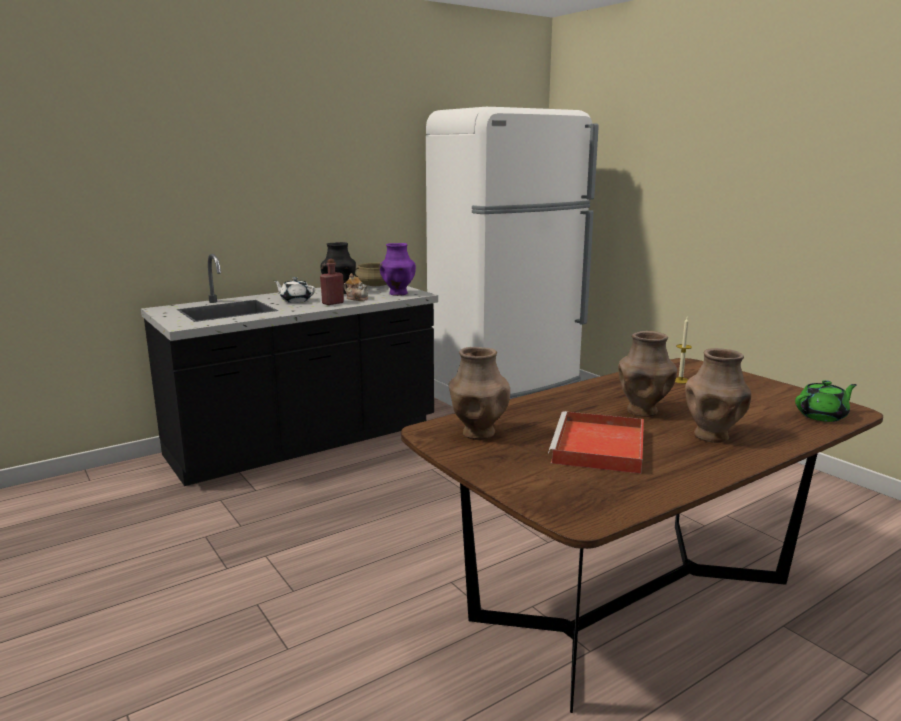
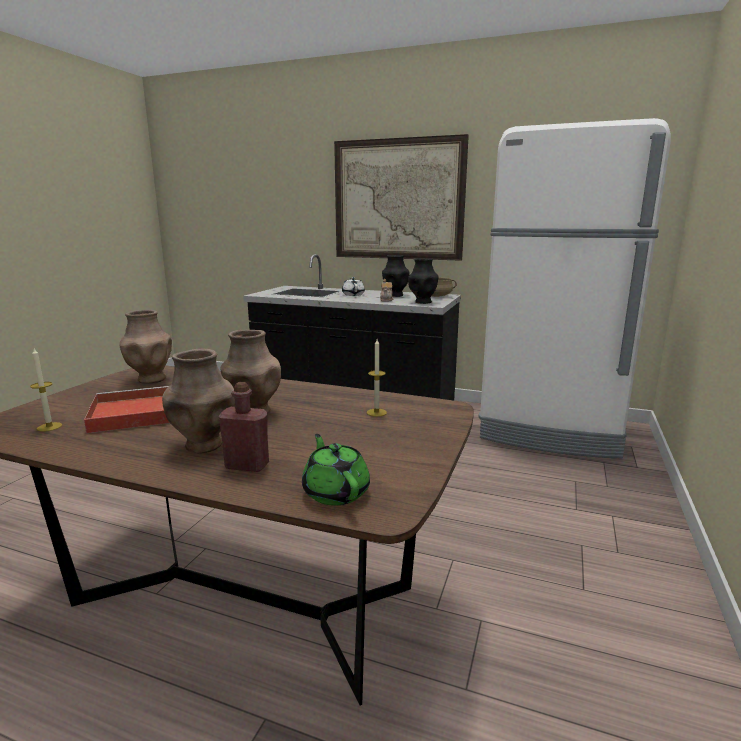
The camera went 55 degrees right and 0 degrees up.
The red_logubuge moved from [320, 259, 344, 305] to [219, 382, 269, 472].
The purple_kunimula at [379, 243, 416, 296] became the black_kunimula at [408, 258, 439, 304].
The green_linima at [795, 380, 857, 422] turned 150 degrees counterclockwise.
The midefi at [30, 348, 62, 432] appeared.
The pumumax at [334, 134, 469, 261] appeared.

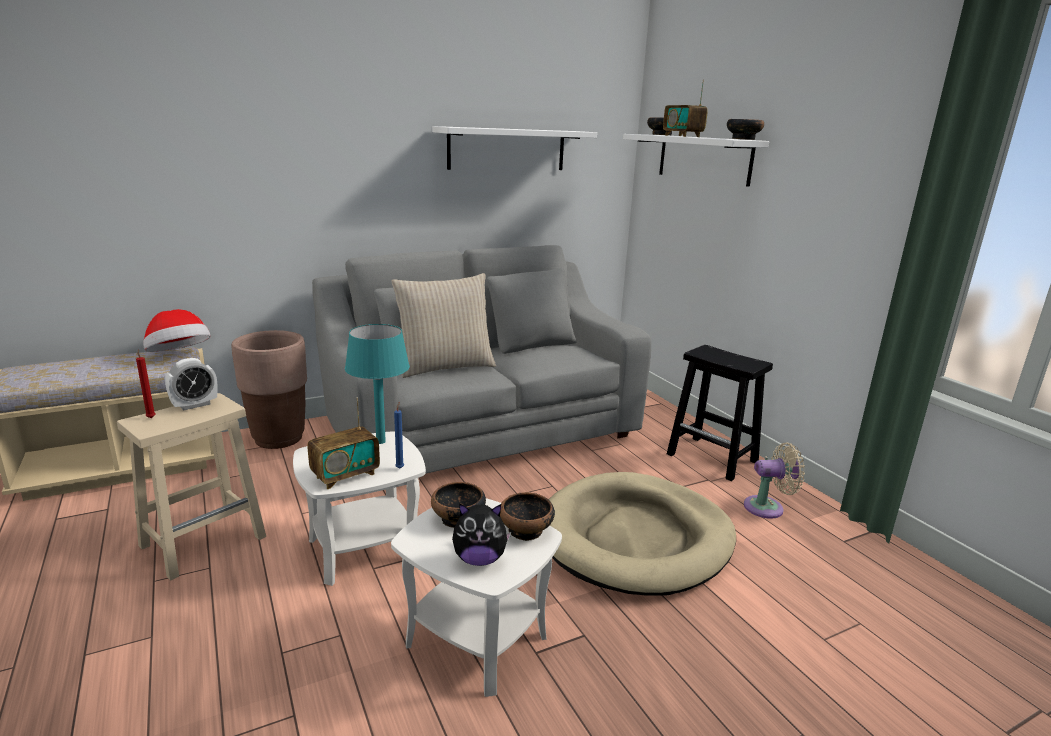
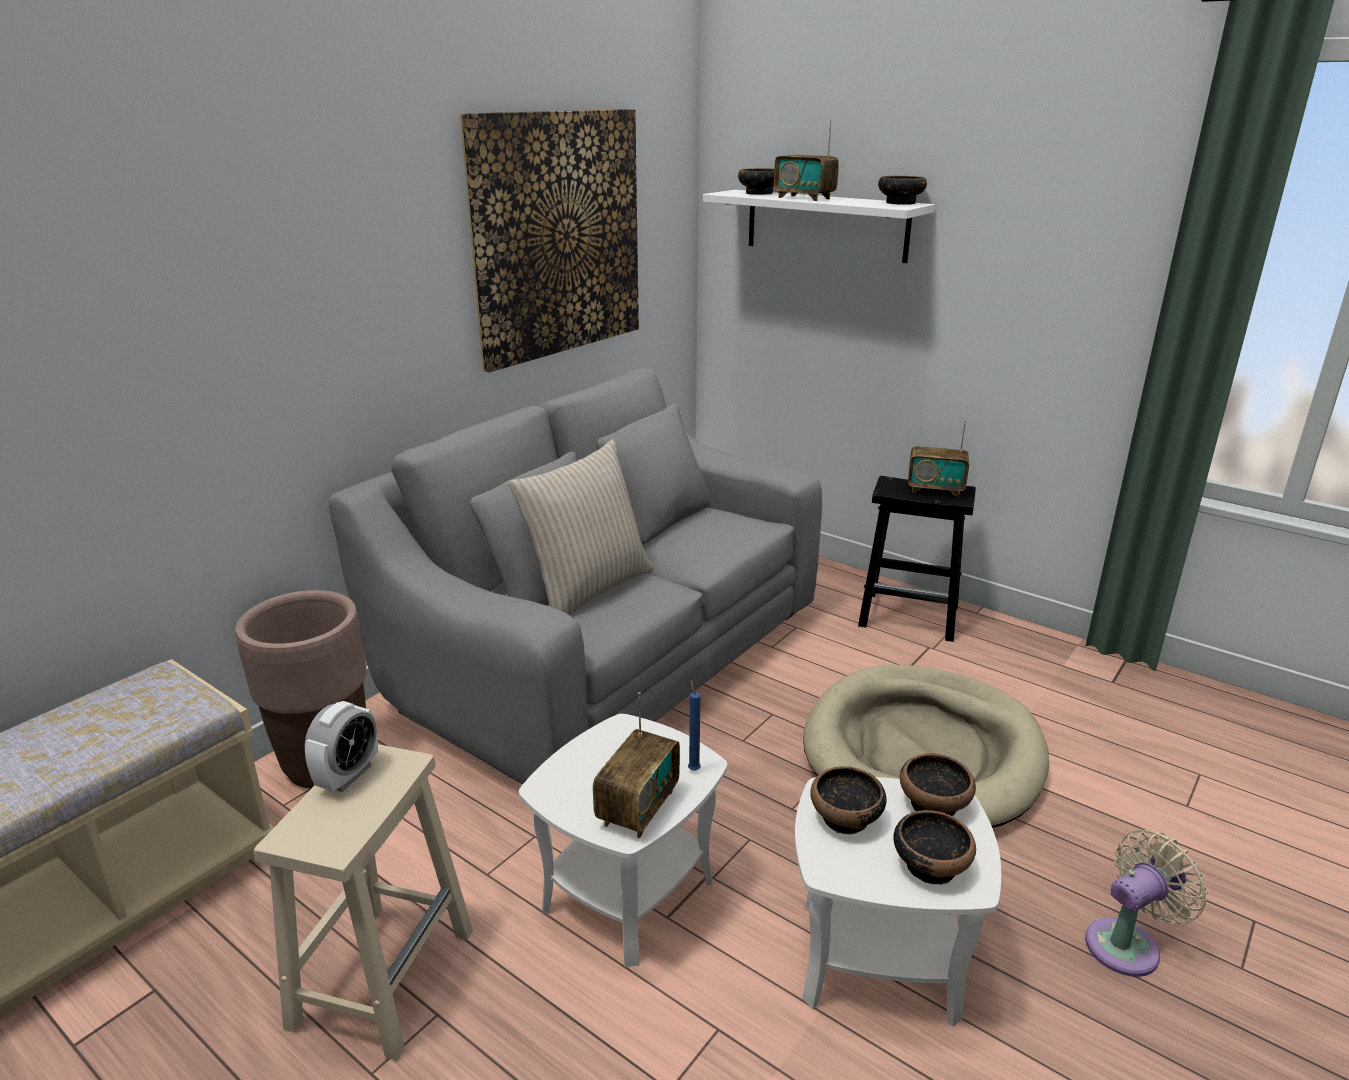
The camera went 25 degrees left and 5 degrees up.
The red_midefi at [136, 349, 155, 418] disappeared.
The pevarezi at [143, 309, 211, 352] disappeared.
The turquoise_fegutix at [345, 324, 410, 444] disappeared.
The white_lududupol at [432, 126, 597, 170] was replaced by the pumumax at [460, 109, 639, 372].
The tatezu at [452, 503, 512, 566] was replaced by the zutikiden at [894, 810, 976, 885].
The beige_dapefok moved from [744, 443, 805, 519] to [1085, 829, 1207, 977].
The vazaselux at [908, 420, 969, 497] appeared.

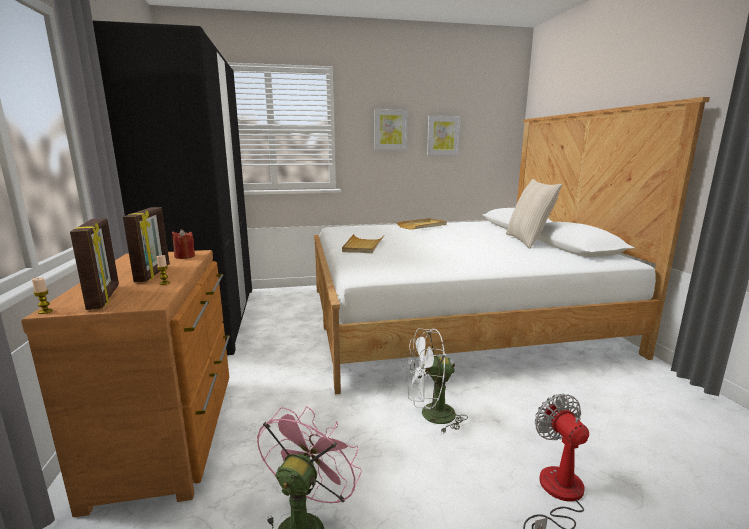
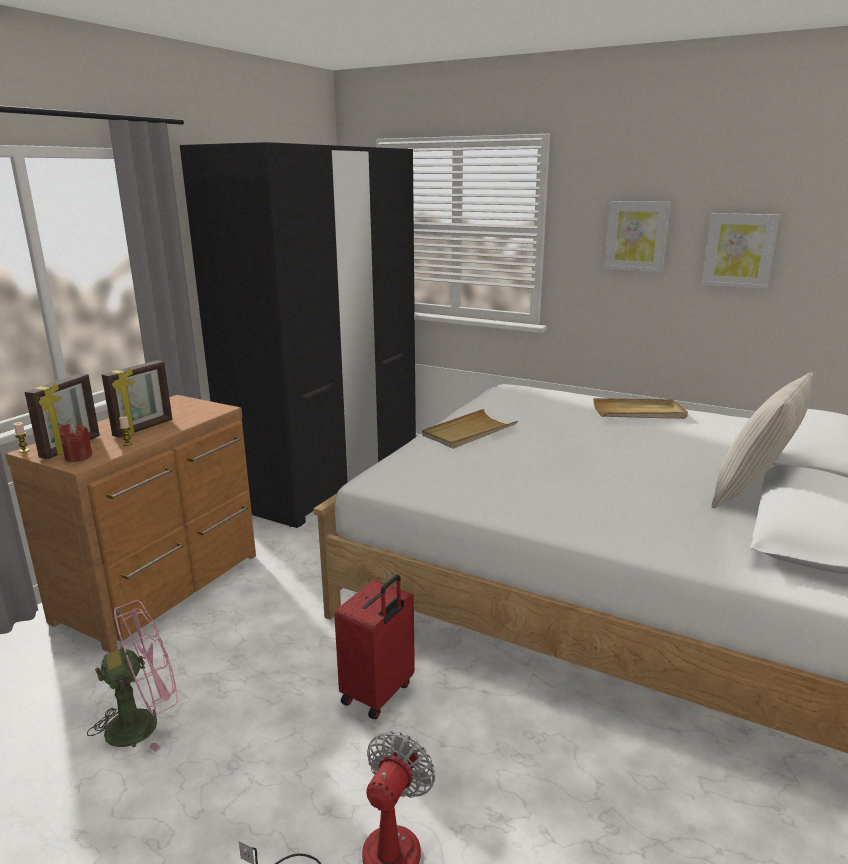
The camera went 40 degrees right and 5 degrees up.
The red_midefi moved from [172, 229, 195, 259] to [60, 423, 92, 462].
The white_dapefok at [405, 328, 468, 434] was replaced by the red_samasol at [334, 574, 415, 720].

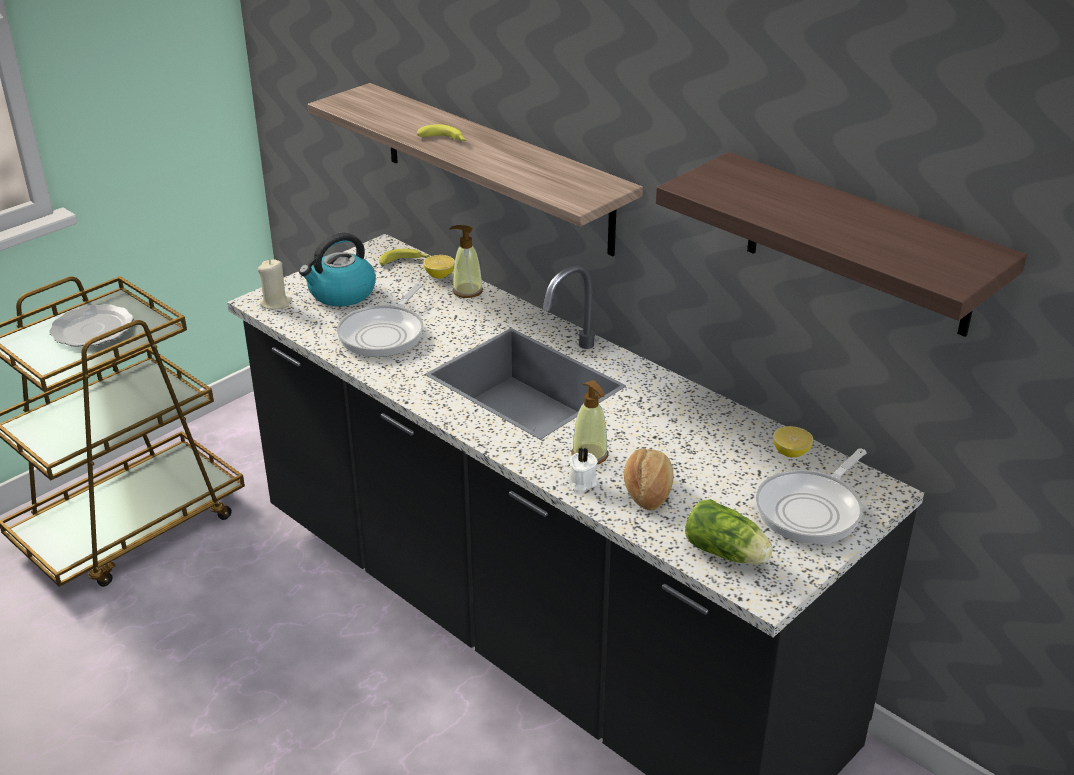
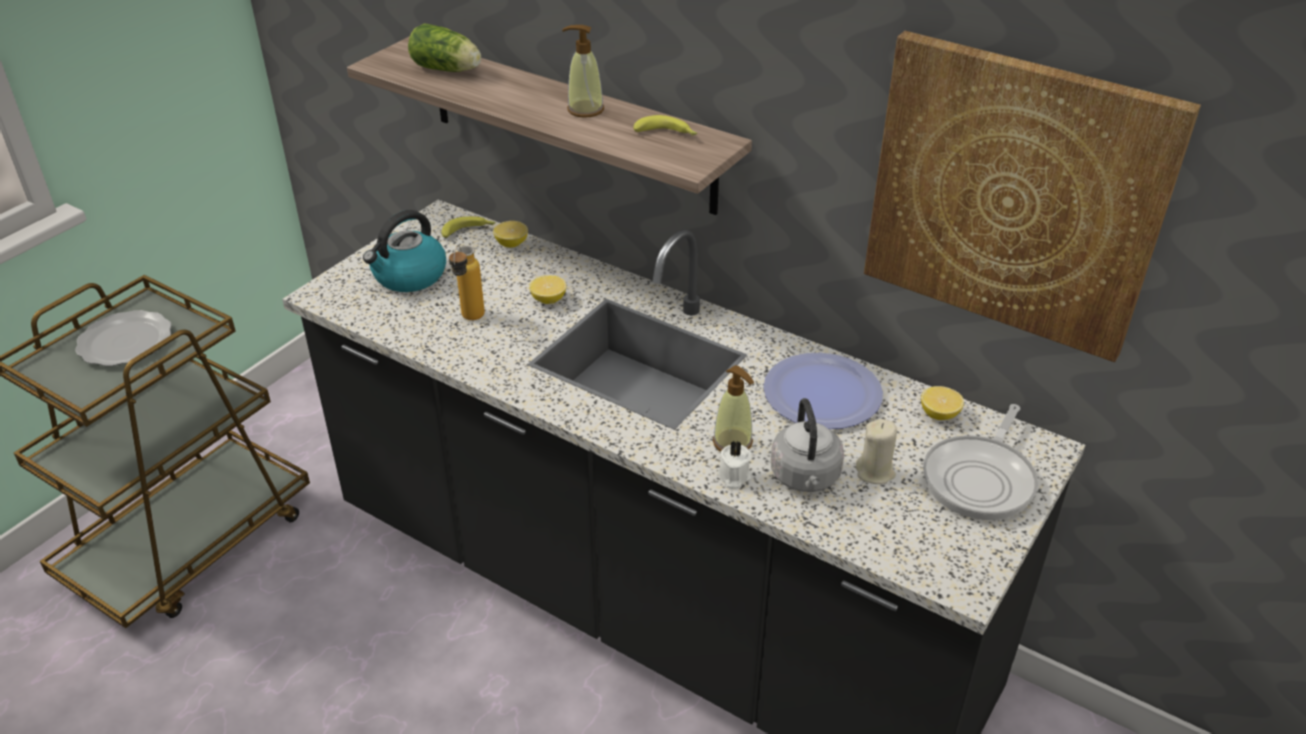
The camera went 10 degrees left and 5 degrees up.
The beige_midefi moved from [258, 259, 292, 310] to [856, 419, 897, 484].
The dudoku at [337, 283, 424, 357] was replaced by the logubuge at [449, 246, 485, 320].
The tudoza moved from [417, 124, 466, 142] to [633, 115, 697, 136].
The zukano moved from [449, 225, 483, 298] to [562, 25, 604, 118].
The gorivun at [624, 448, 674, 510] was replaced by the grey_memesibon at [771, 398, 844, 492].
The lududupol at [656, 152, 1027, 337] was replaced by the pumumax at [864, 31, 1201, 362].
The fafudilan moved from [685, 499, 773, 564] to [408, 23, 481, 72].
The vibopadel at [529, 275, 567, 304] appeared.
The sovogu at [763, 352, 883, 429] appeared.

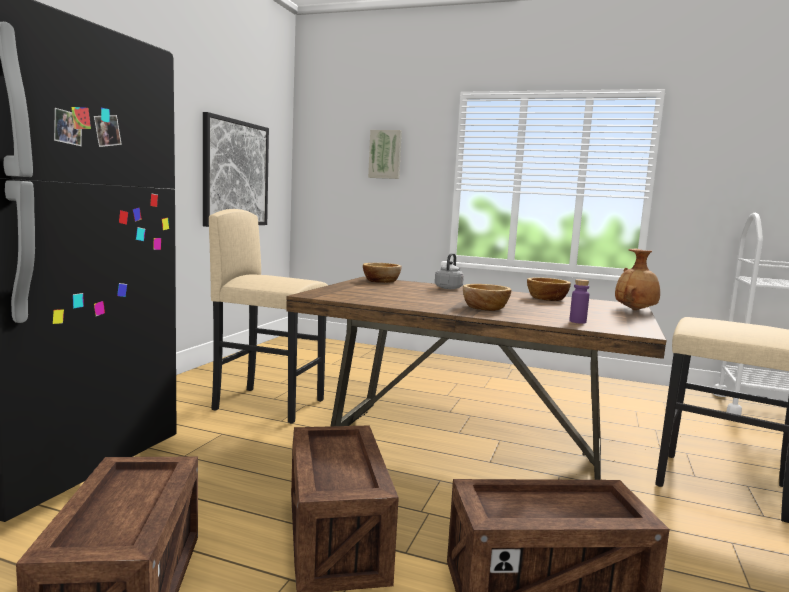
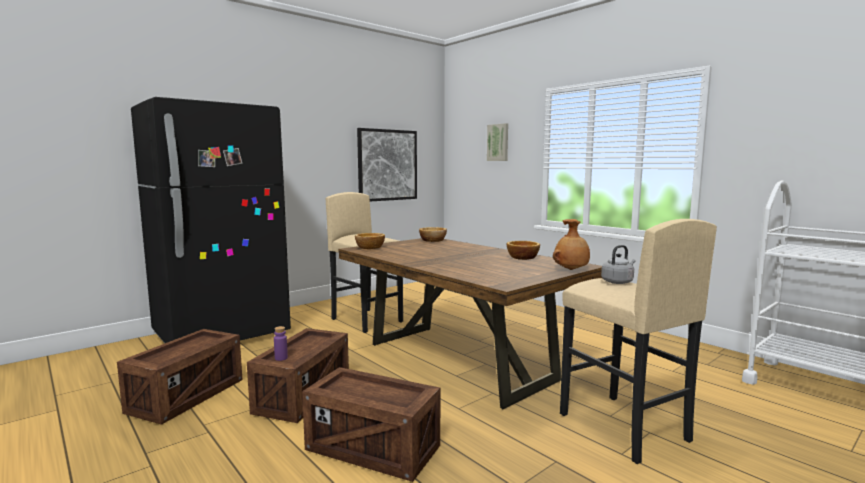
The camera went 30 degrees right and 0 degrees up.
The grey_memesibon moved from [435, 253, 464, 289] to [601, 245, 635, 284].
The zutikiden moved from [463, 284, 512, 311] to [355, 233, 385, 249].
The purple_logubuge moved from [569, 279, 589, 324] to [274, 326, 288, 361].

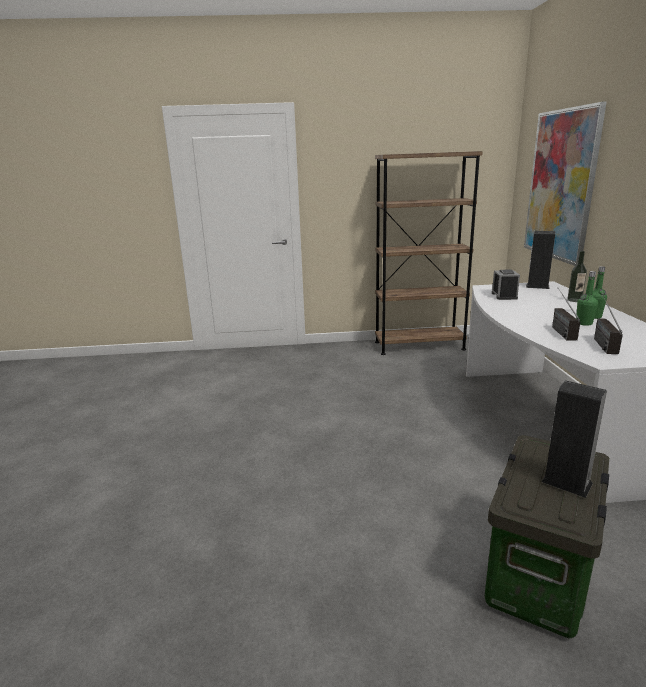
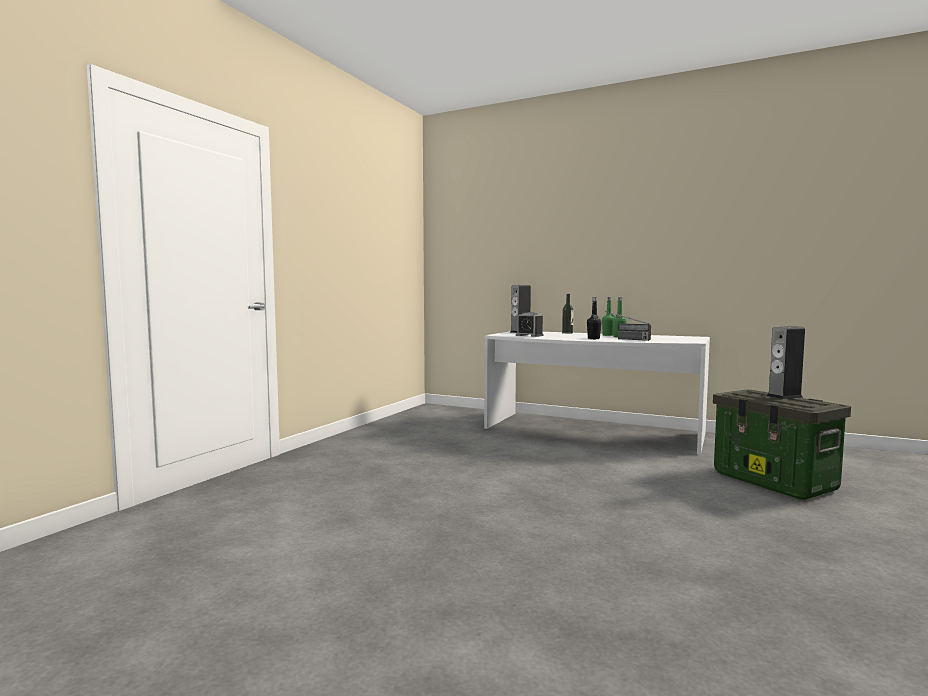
The camera went 60 degrees left and 15 degrees down.
The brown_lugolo at [375, 151, 483, 355] disappeared.
The pumumax at [524, 101, 607, 266] disappeared.
The vazaselux at [594, 296, 623, 354] disappeared.
The black_logubuge at [587, 297, 602, 339] appeared.

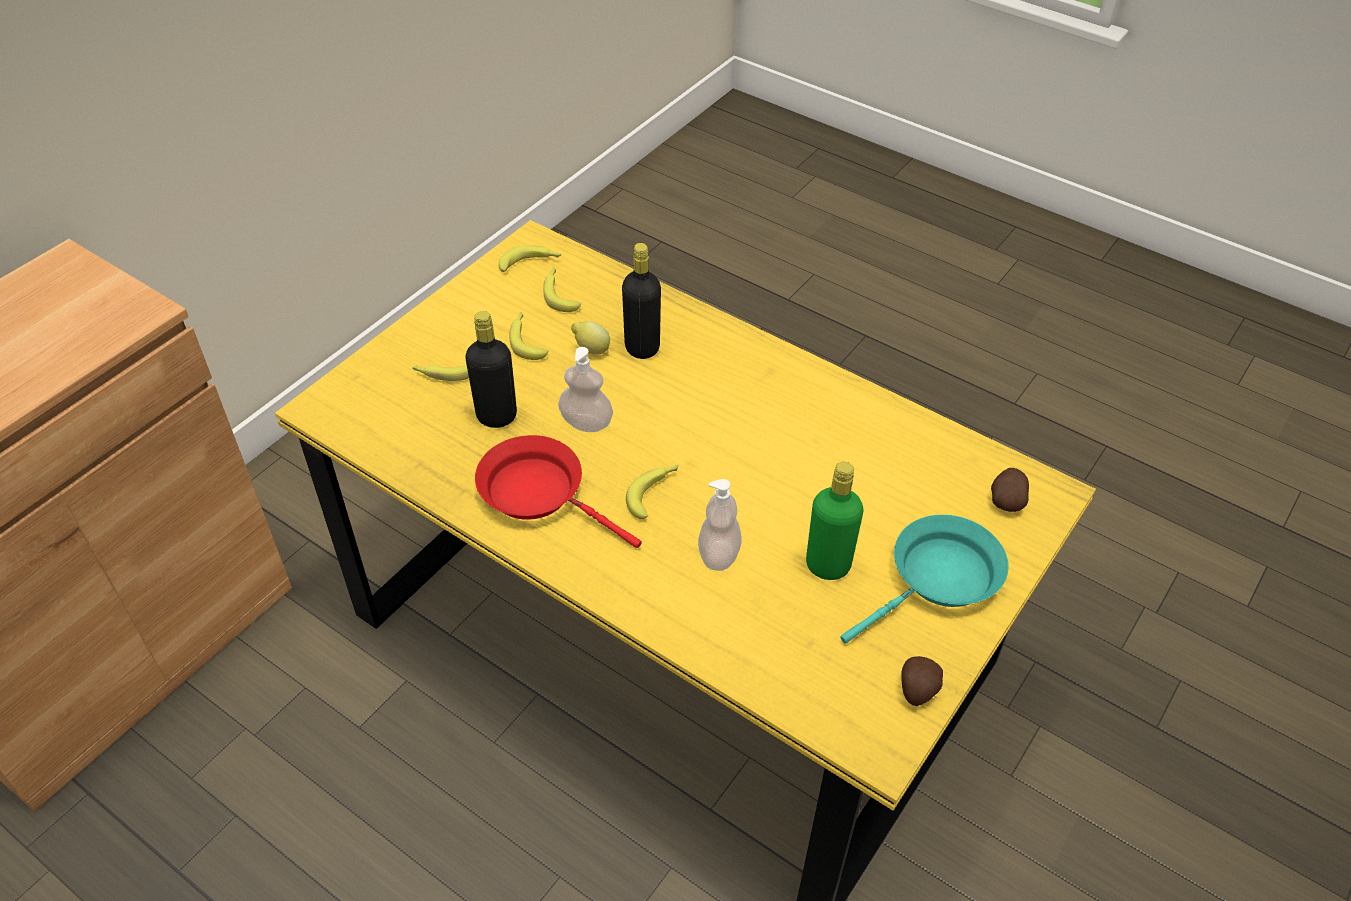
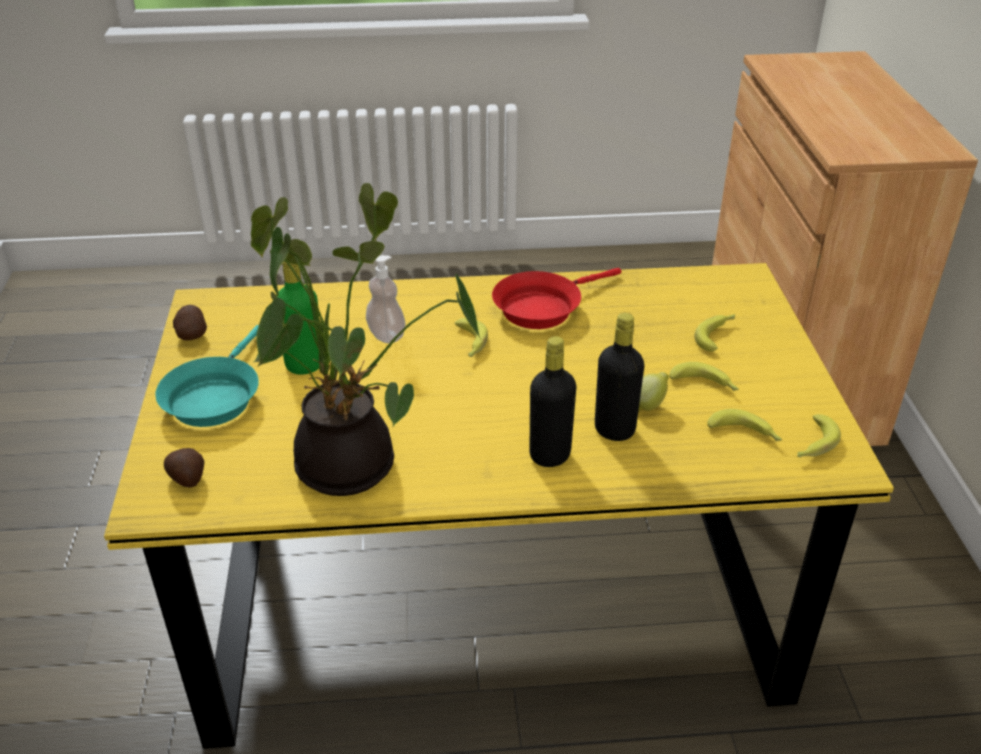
The camera went 140 degrees right and 10 degrees down.
The black_logubuge moved from [465, 311, 517, 428] to [529, 336, 576, 467].
The red_dudoku at [475, 435, 642, 548] turned 150 degrees clockwise.
The zukano at [558, 347, 613, 432] disappeared.
The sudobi at [251, 183, 481, 496] appeared.

